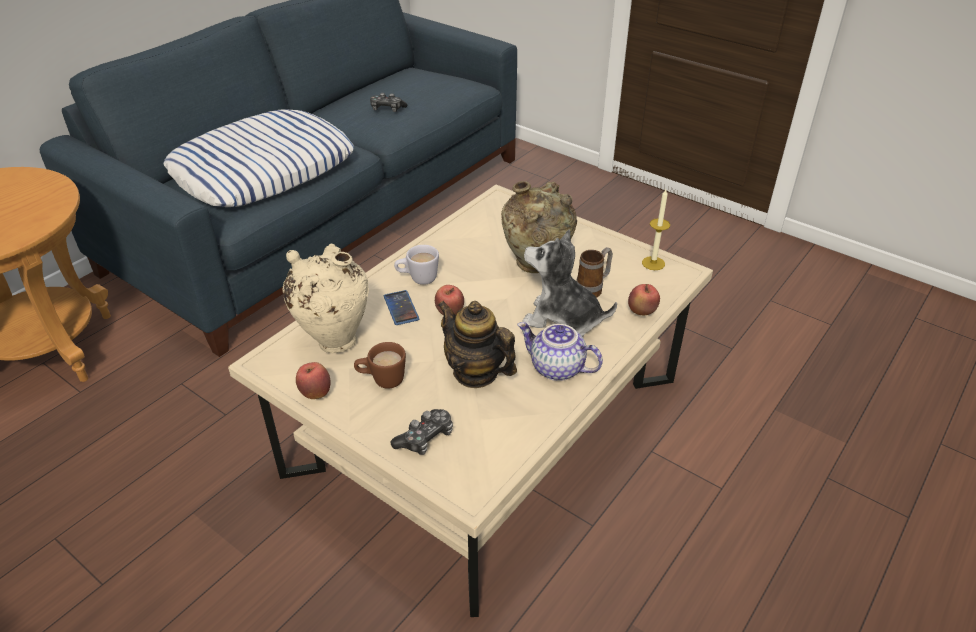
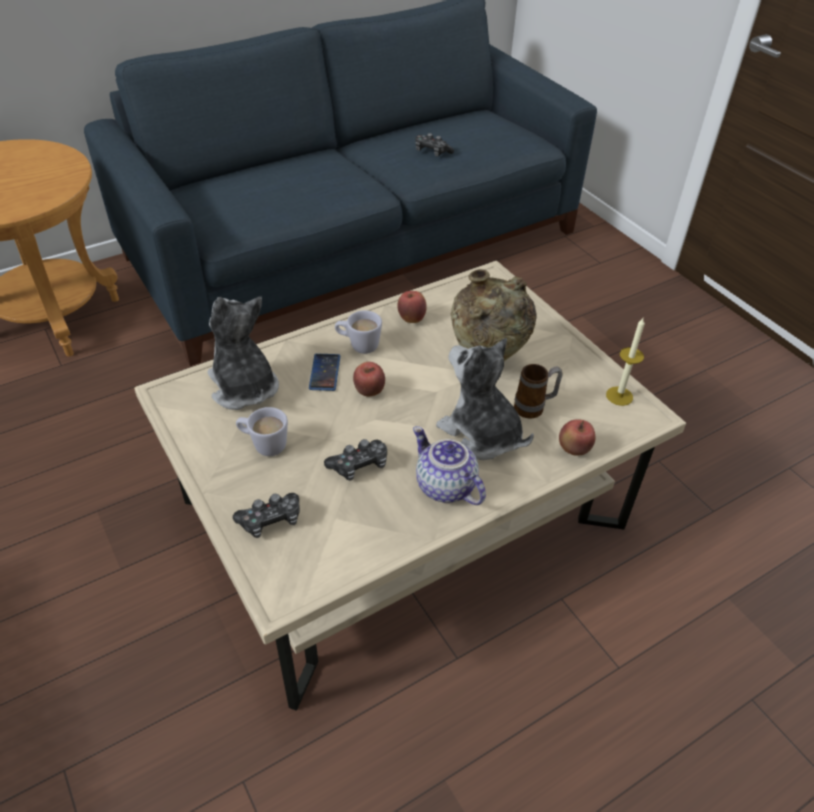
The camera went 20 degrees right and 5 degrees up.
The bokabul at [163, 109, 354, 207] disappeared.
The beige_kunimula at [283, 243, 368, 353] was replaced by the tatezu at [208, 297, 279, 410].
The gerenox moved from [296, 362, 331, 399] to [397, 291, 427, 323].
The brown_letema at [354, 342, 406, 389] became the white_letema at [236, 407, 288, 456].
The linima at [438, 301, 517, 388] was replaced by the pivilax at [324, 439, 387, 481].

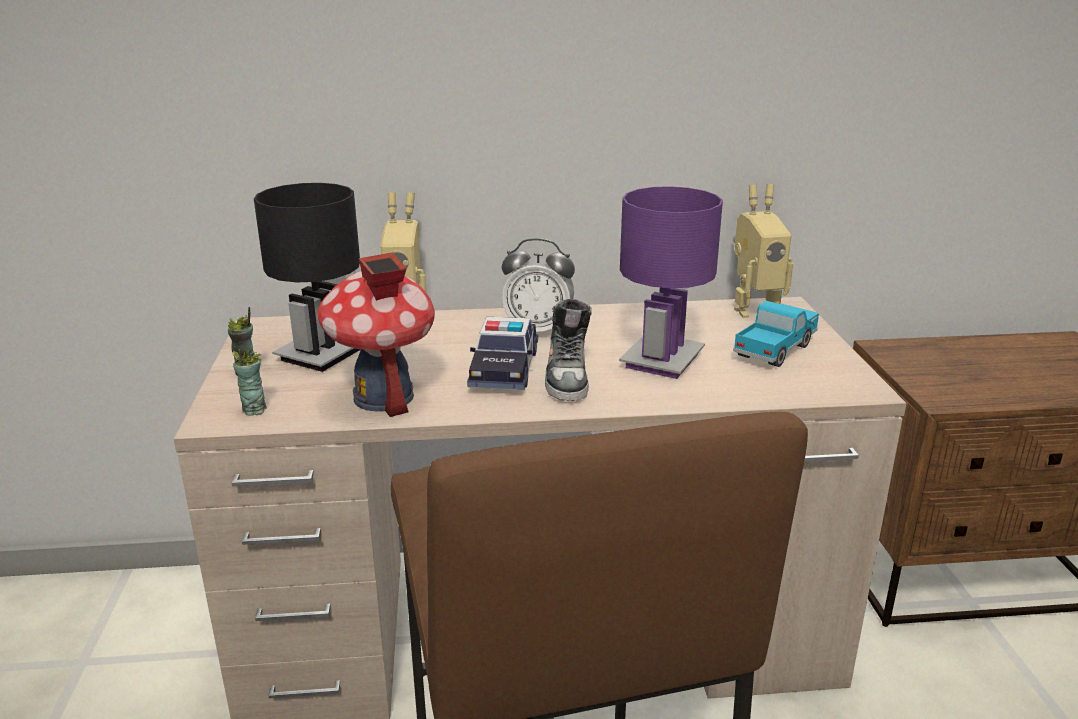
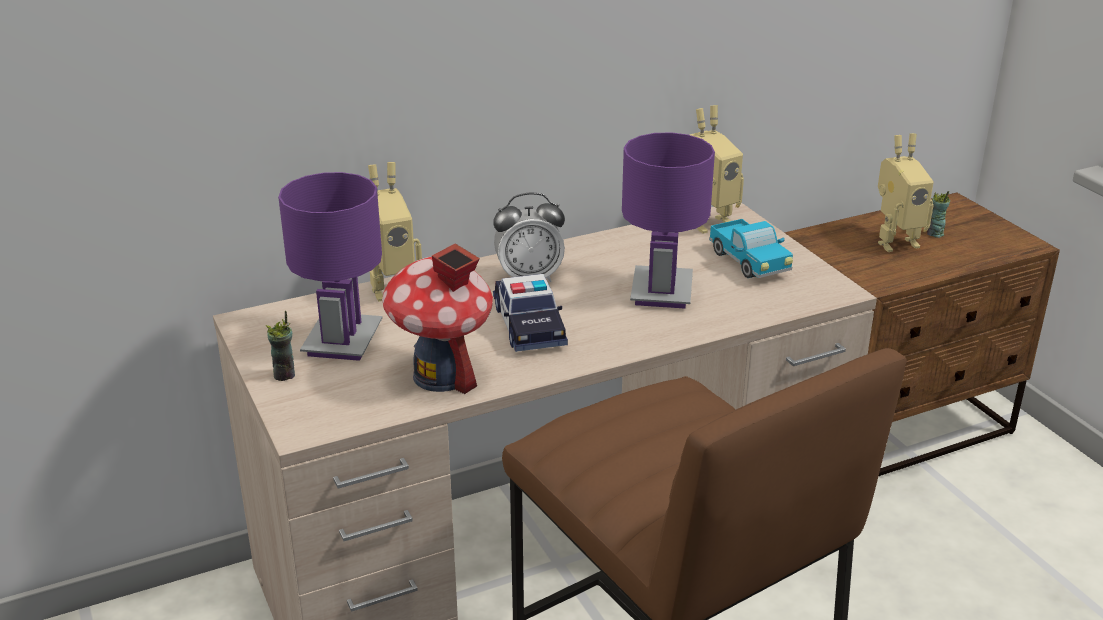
The camera went 20 degrees left and 5 degrees up.
The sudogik moved from [232, 349, 267, 416] to [927, 191, 950, 238].
The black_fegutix at [254, 183, 361, 372] became the purple_fegutix at [278, 172, 382, 361].
The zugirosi at [545, 299, 592, 401] disappeared.
The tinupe at [733, 301, 819, 367] turned 135 degrees clockwise.
The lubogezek at [878, 133, 934, 252] appeared.

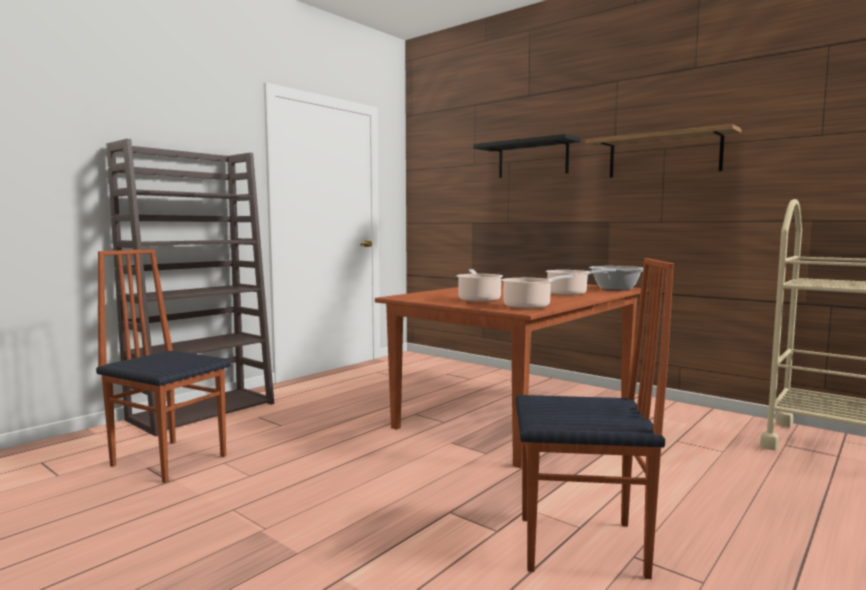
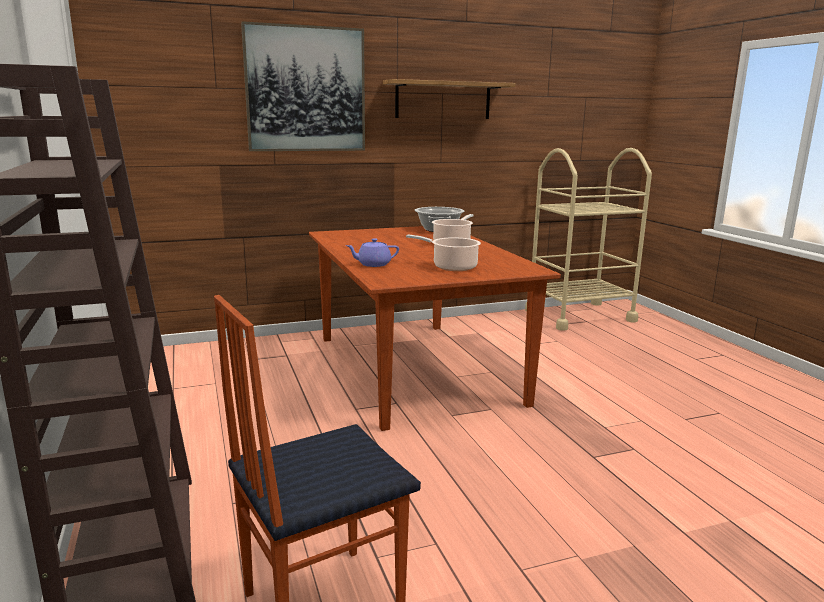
The camera went 60 degrees left and 10 degrees up.
The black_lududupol at [473, 134, 581, 178] was replaced by the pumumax at [241, 21, 365, 151].
The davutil at [502, 275, 573, 309] disappeared.
The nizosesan at [516, 258, 674, 579] disappeared.
The purple_linima at [346, 238, 399, 267] appeared.

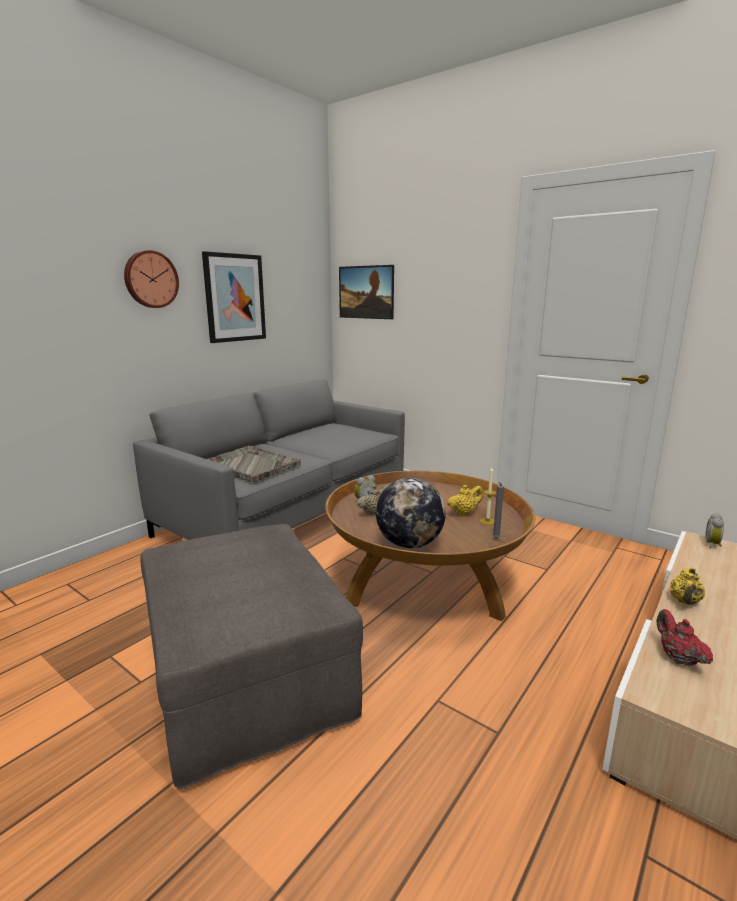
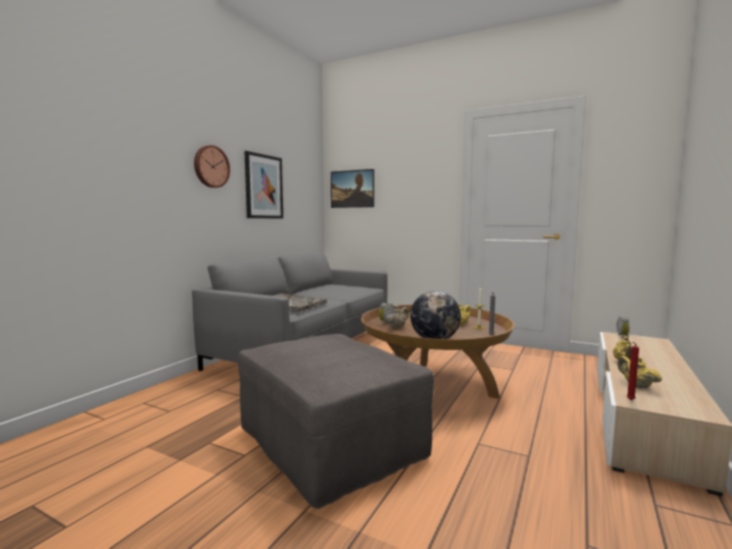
The camera went 10 degrees left and 10 degrees down.
The red_linima at [656, 609, 713, 667] became the yellow_linima at [618, 356, 662, 388].
The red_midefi at [627, 342, 639, 400] appeared.

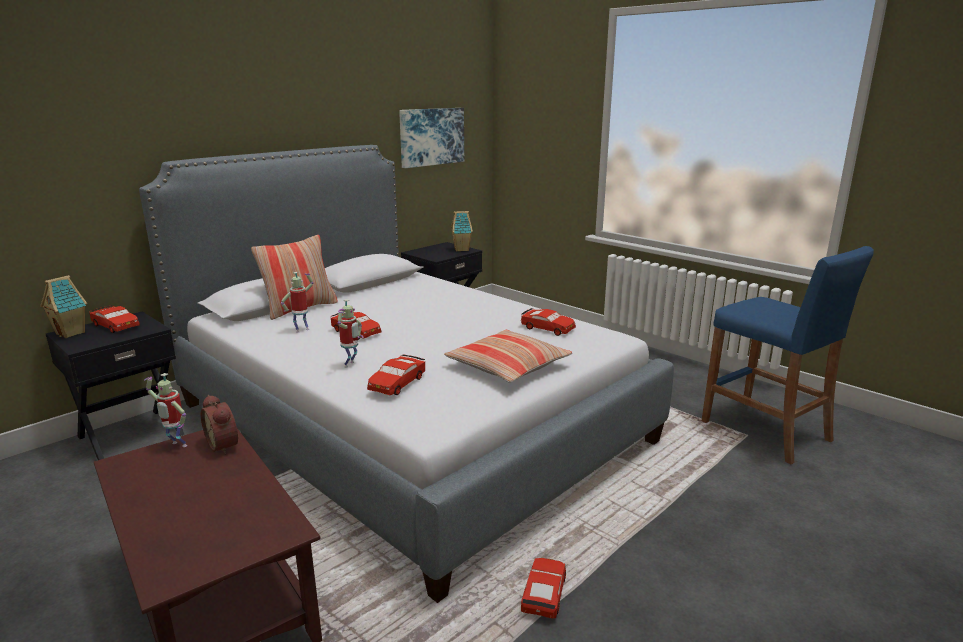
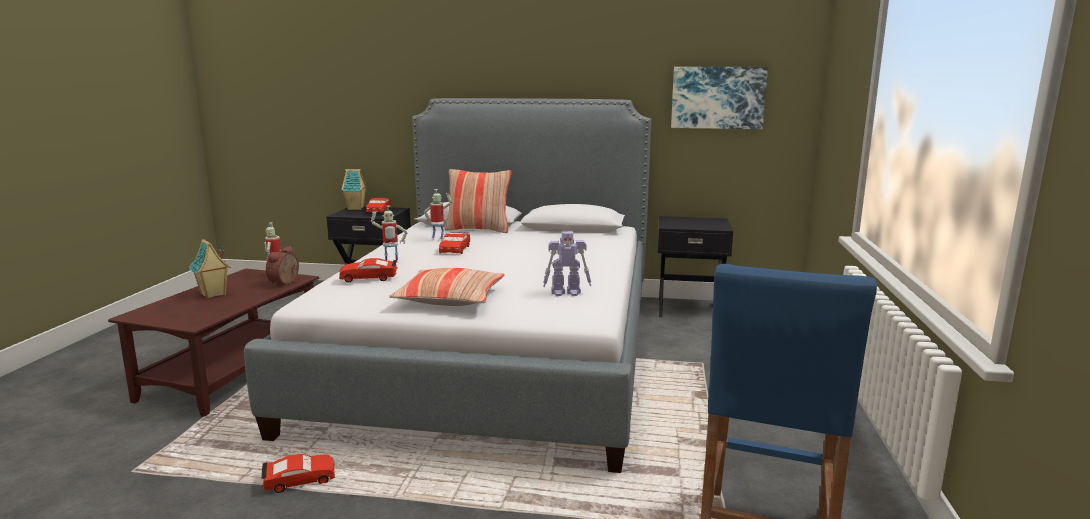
The camera went 55 degrees right and 5 degrees down.
The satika moved from [451, 211, 473, 251] to [189, 239, 231, 298].
The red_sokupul at [521, 308, 576, 336] was replaced by the lubogezek at [543, 231, 591, 296].

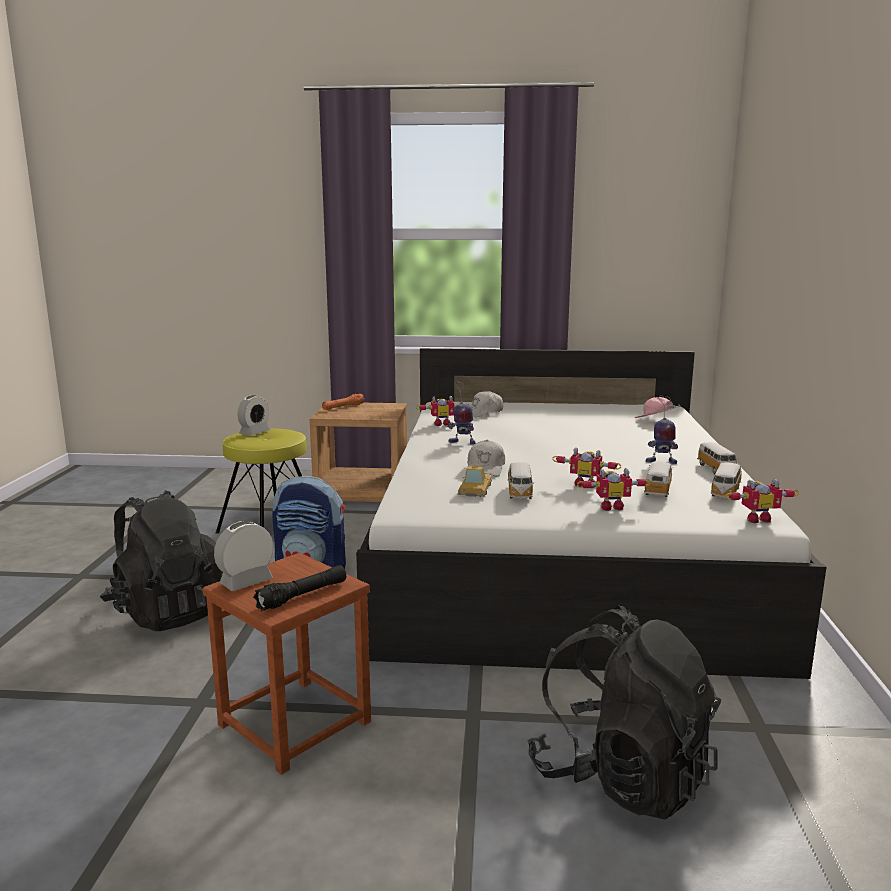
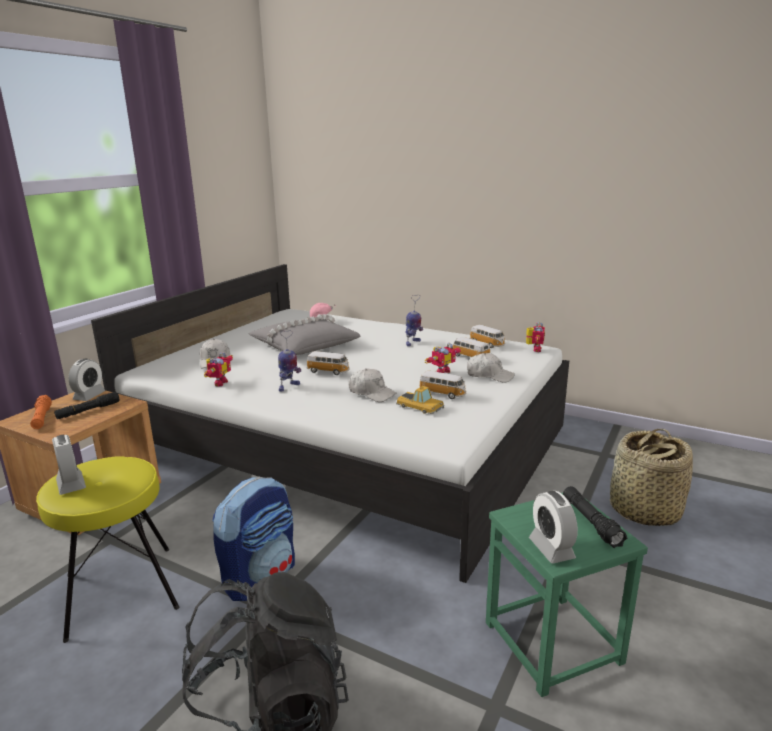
The camera went 65 degrees left and 5 degrees up.
The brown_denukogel at [203, 553, 371, 775] became the green_denukogel at [486, 493, 648, 697].
The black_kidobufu at [527, 606, 722, 820] was replaced by the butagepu at [610, 429, 693, 526].
The lubogezek at [577, 468, 651, 511] was replaced by the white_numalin at [467, 353, 515, 383].
The sokupul moved from [697, 442, 739, 475] to [307, 351, 350, 375].
The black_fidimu at [54, 392, 120, 419] appeared.
The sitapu at [68, 359, 106, 401] appeared.
The grey_bokabul at [249, 314, 361, 355] appeared.

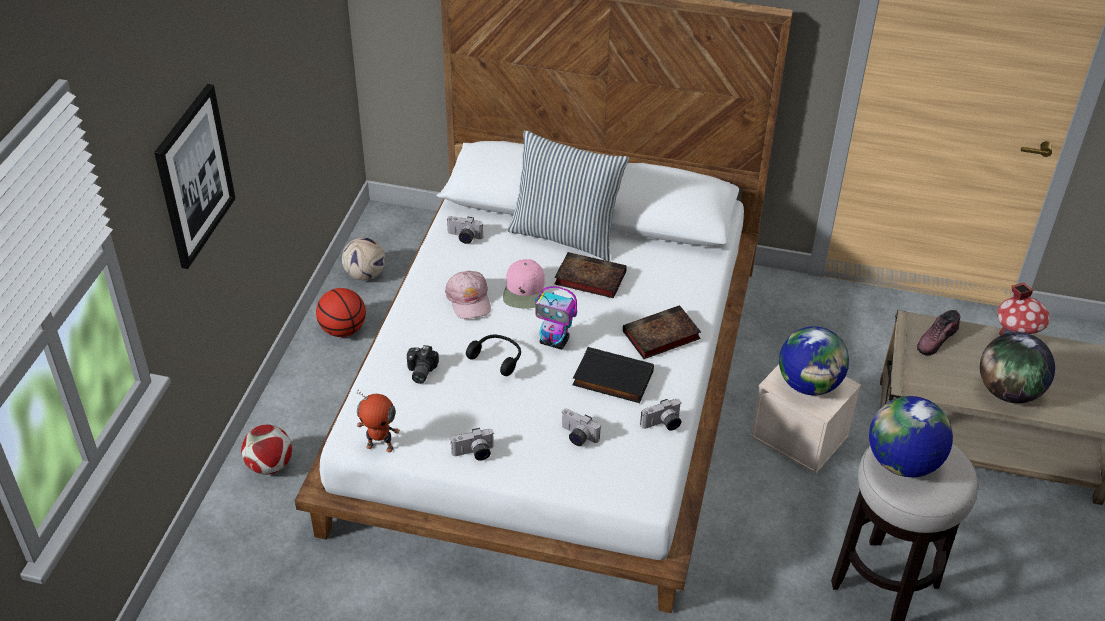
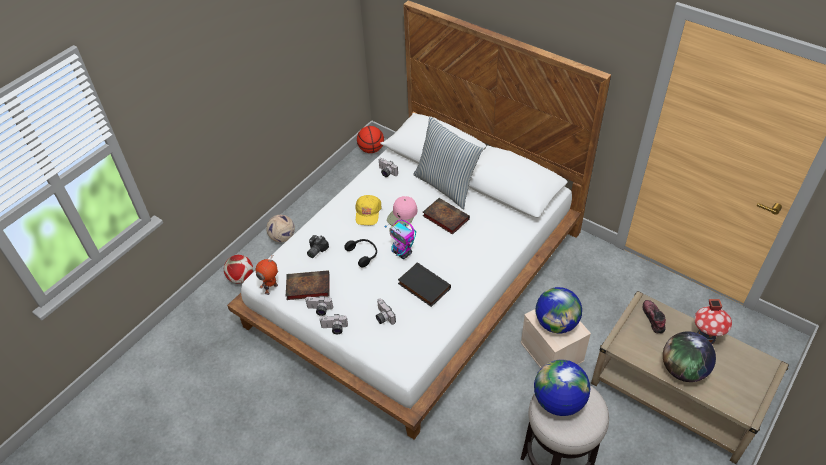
The camera went 25 degrees right and 5 degrees up.
The pumumax at [154, 84, 236, 269] disappeared.
The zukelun moved from [316, 288, 366, 337] to [357, 126, 384, 153].
The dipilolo moved from [342, 237, 385, 280] to [266, 215, 295, 242].
The lubogezek at [357, 389, 400, 453] turned 90 degrees clockwise.
The pink_numalin at [445, 271, 491, 319] became the yellow_numalin at [355, 195, 382, 225].
The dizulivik moved from [623, 305, 701, 359] to [286, 270, 329, 300].
The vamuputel moved from [640, 399, 682, 430] to [320, 314, 348, 334].
The zugirosi at [917, 310, 960, 356] turned 105 degrees clockwise.

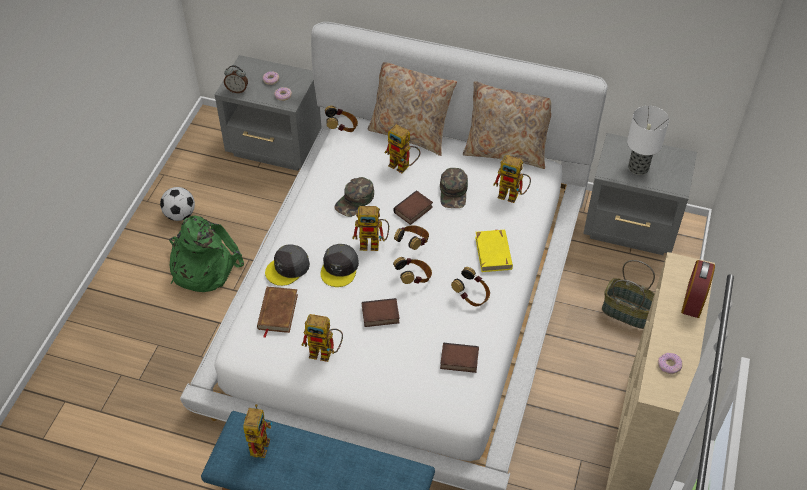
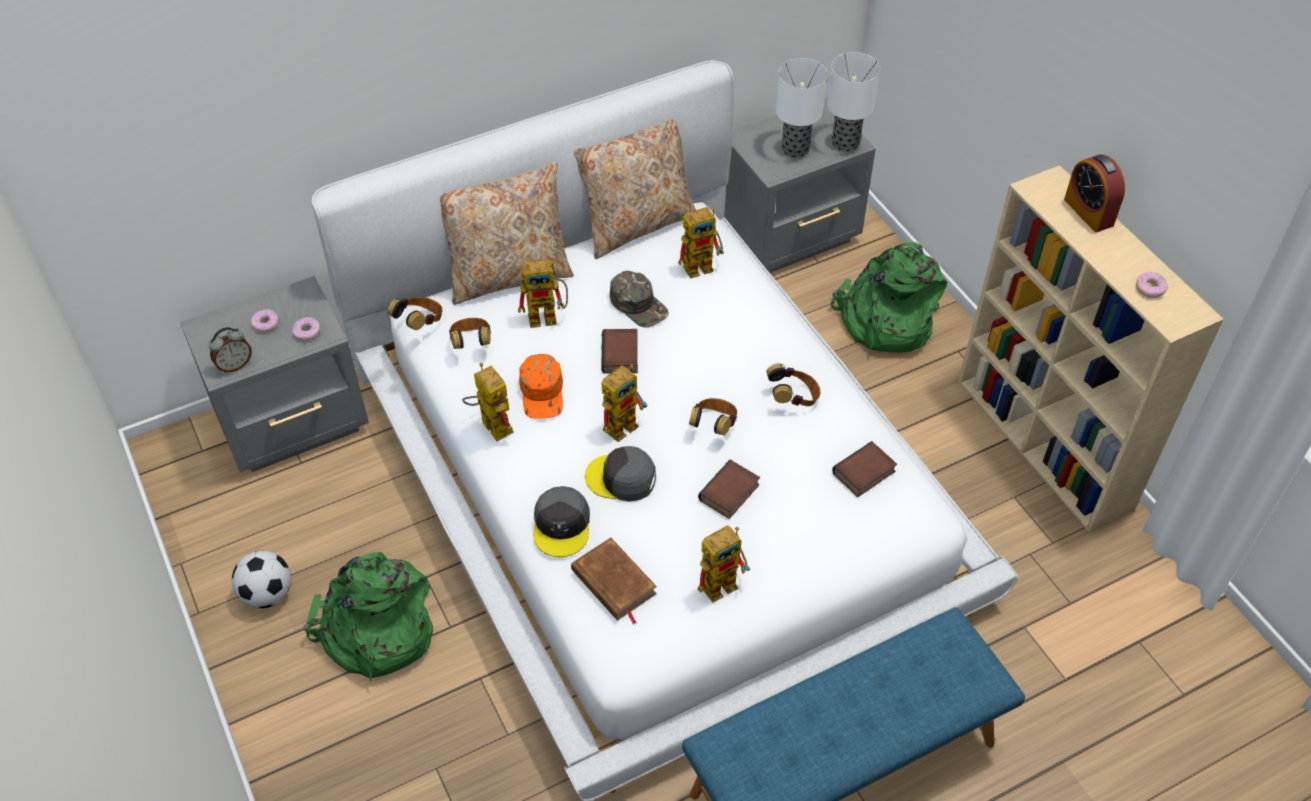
The camera went 45 degrees left and 0 degrees up.
The lubogezek moved from [243, 404, 273, 458] to [462, 363, 514, 441].
The grey_numalin at [320, 244, 359, 287] turned 135 degrees clockwise.
The green_numalin at [334, 177, 374, 217] became the orange_numalin at [519, 354, 563, 419].
The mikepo moved from [394, 225, 429, 250] to [449, 318, 491, 349].
The yellow_dizulivik at [475, 229, 513, 272] disappeared.
The butagepu at [602, 260, 655, 329] was replaced by the green_kidobufu at [831, 242, 947, 353].
The fegutix at [827, 52, 880, 152] appeared.

